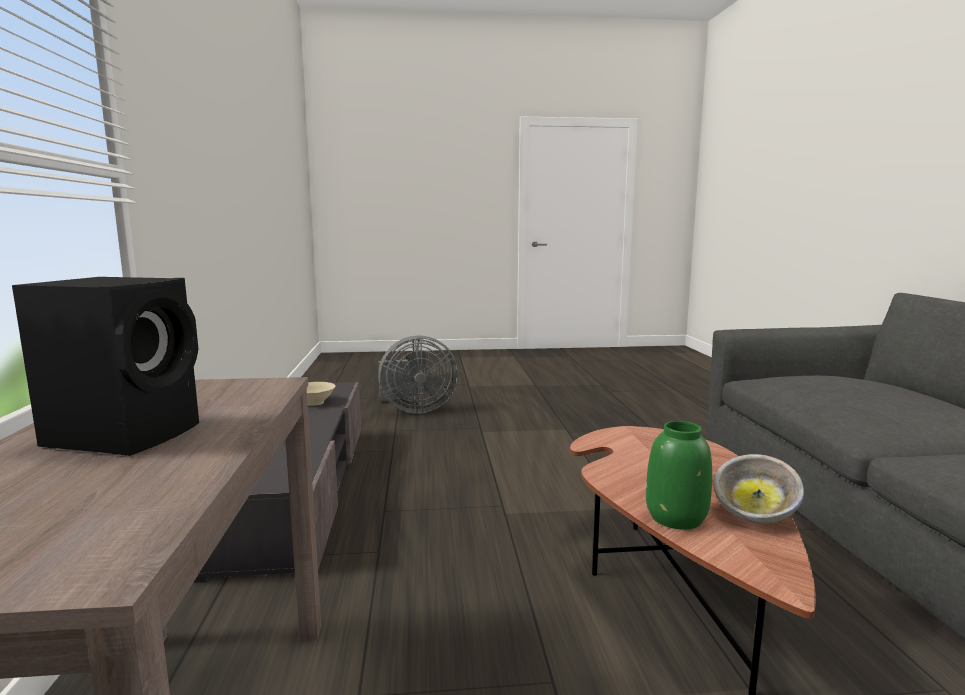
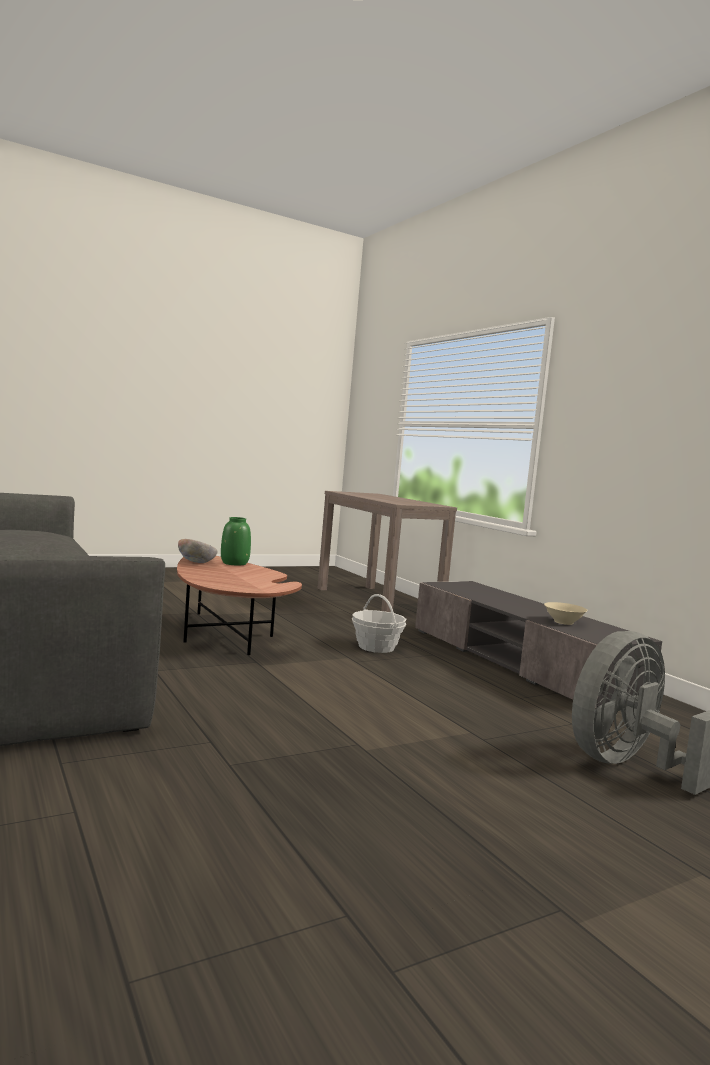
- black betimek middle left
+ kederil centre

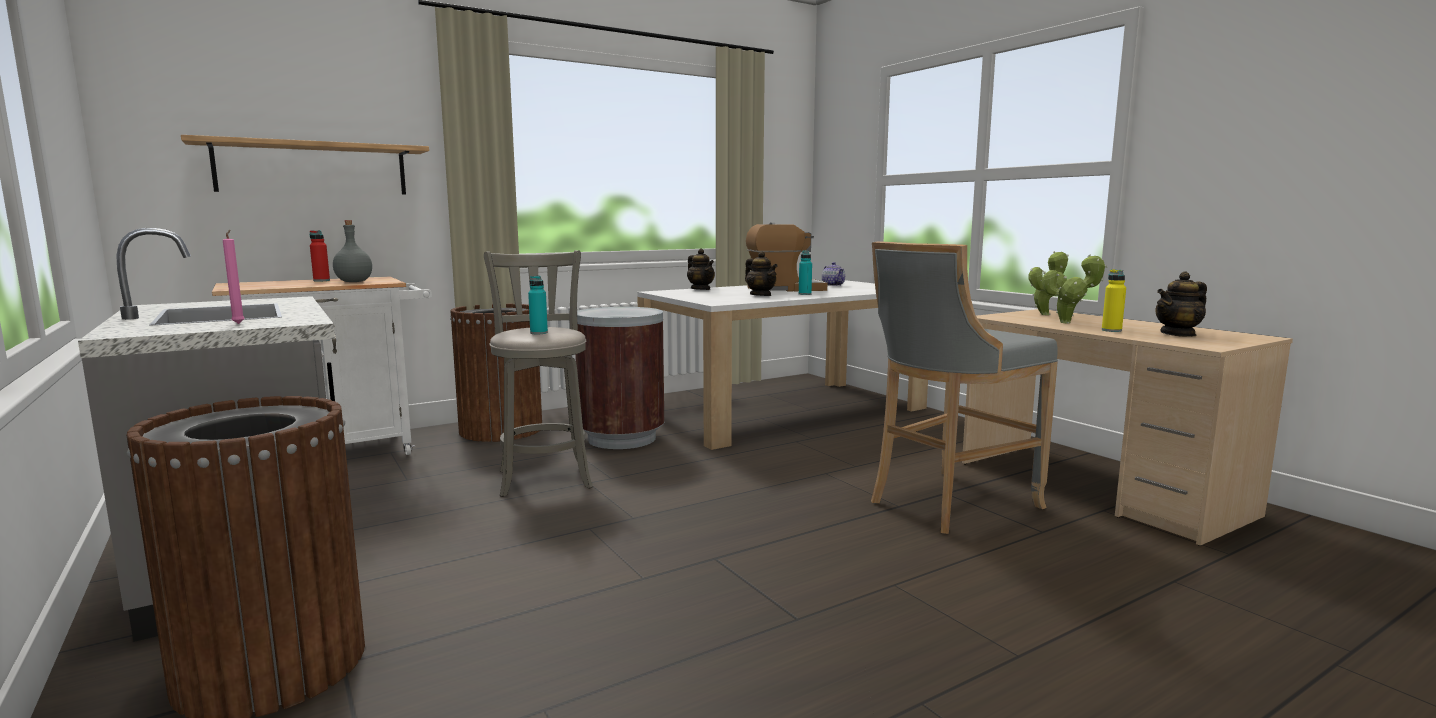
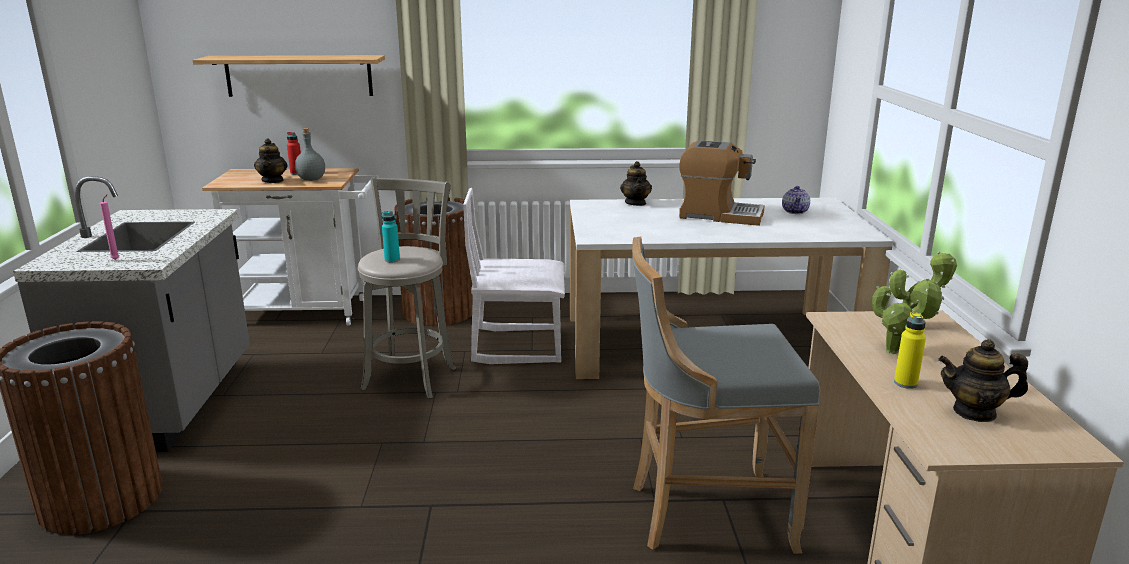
- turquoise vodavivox (2nd from left) centre
~ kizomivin (2nd from left in the first image) centre to kizomivin (1st from left) top left
~ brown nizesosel (3rd from left) centre to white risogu centre

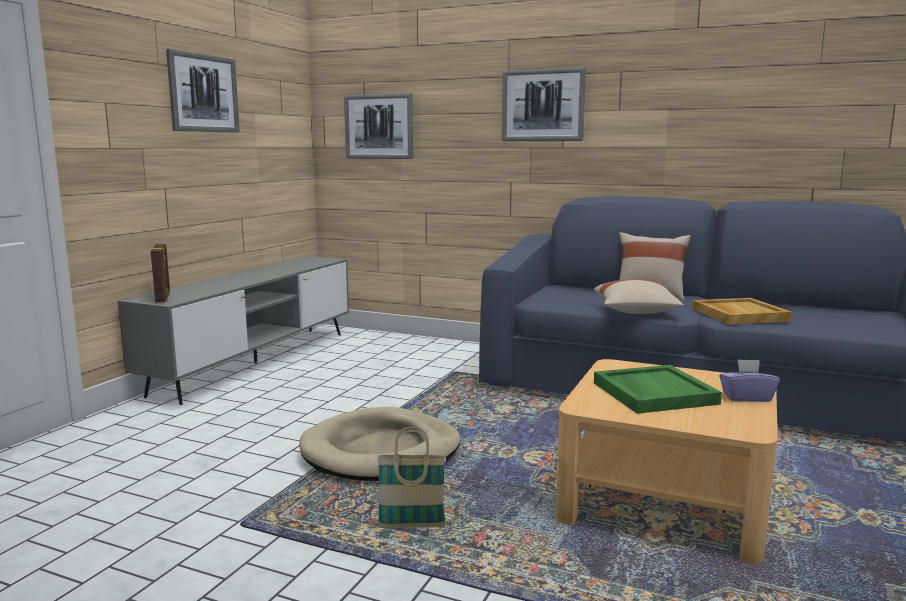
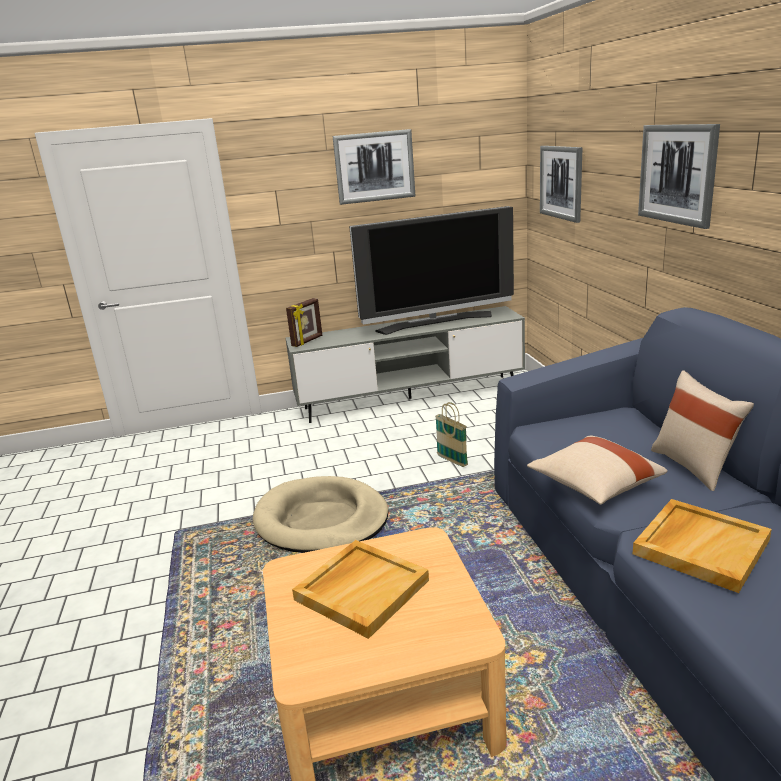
- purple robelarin middle right
+ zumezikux centre
~ kederil bottom centre to centre
~ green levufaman middle right to beige levufaman (1st from left) bottom centre

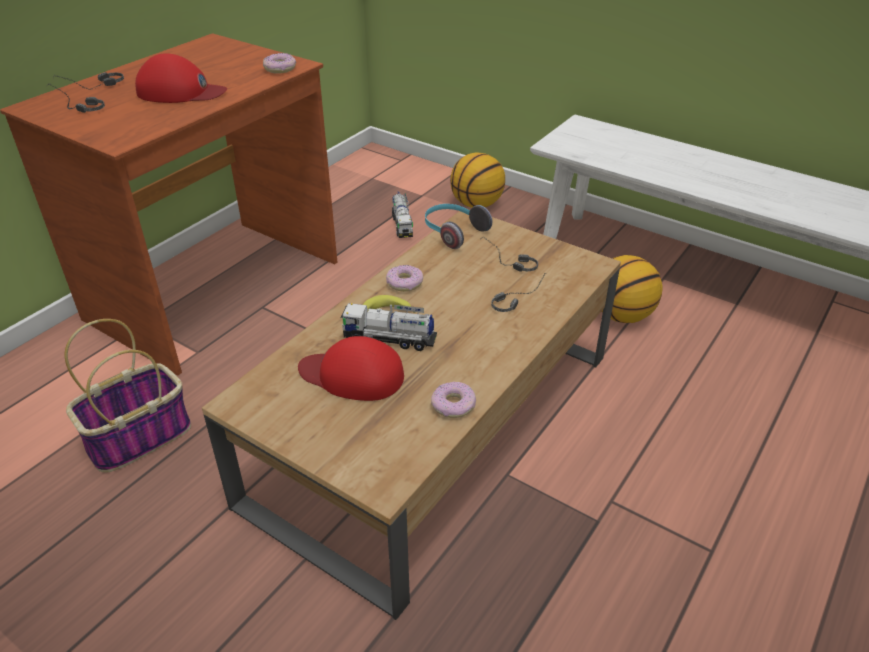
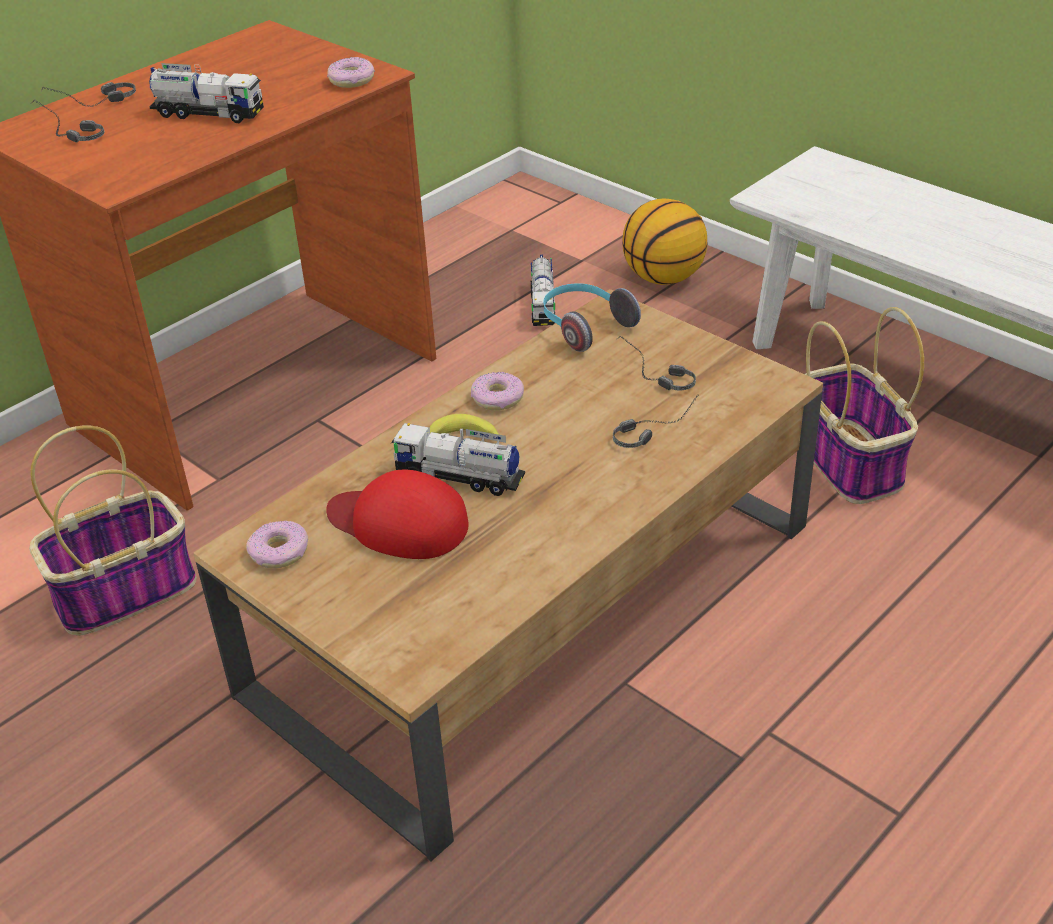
~ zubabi (3rd from left in the first image) centre to zubabi (1st from left) middle left
~ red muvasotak (1st from left) top left to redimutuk (1st from left) top left
~ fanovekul (2nd from left) middle right to kederil (2nd from left) middle right

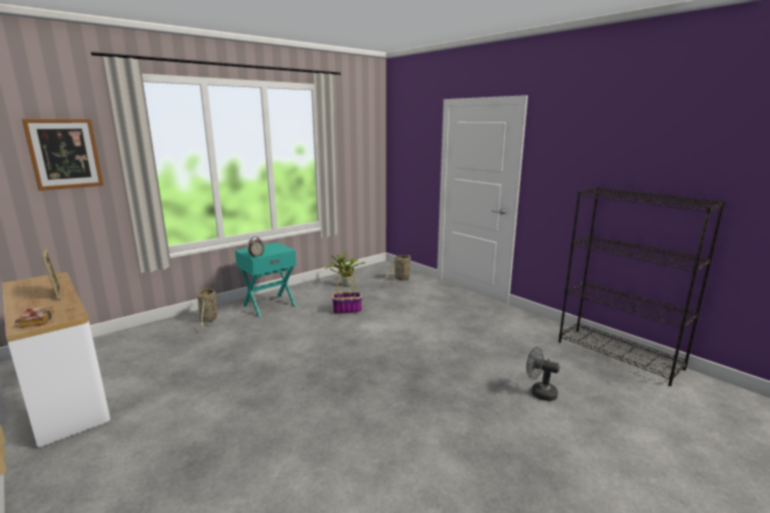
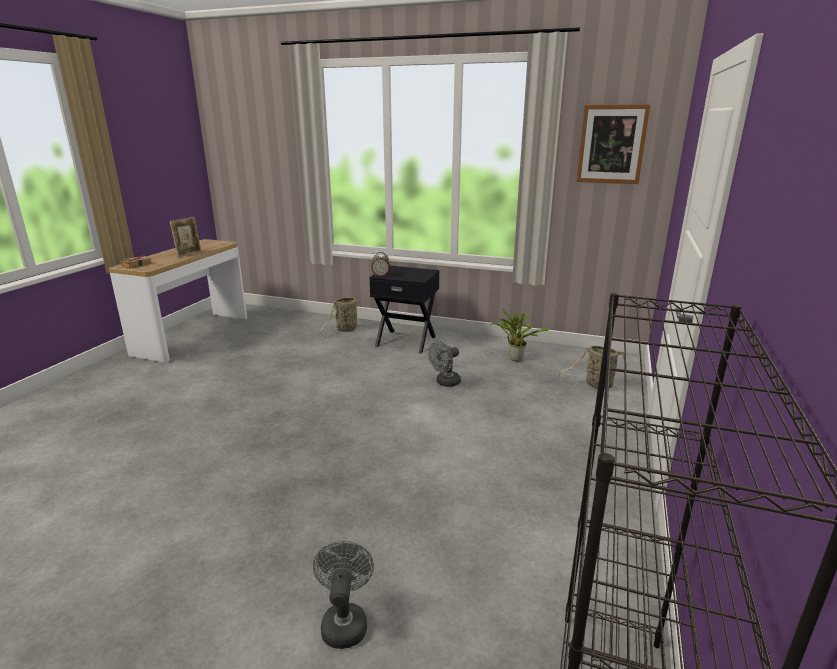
~ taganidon top left to top right
~ kederil (2nd from left) centre to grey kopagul (2nd from left) centre
~ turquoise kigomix centre to black kigomix centre

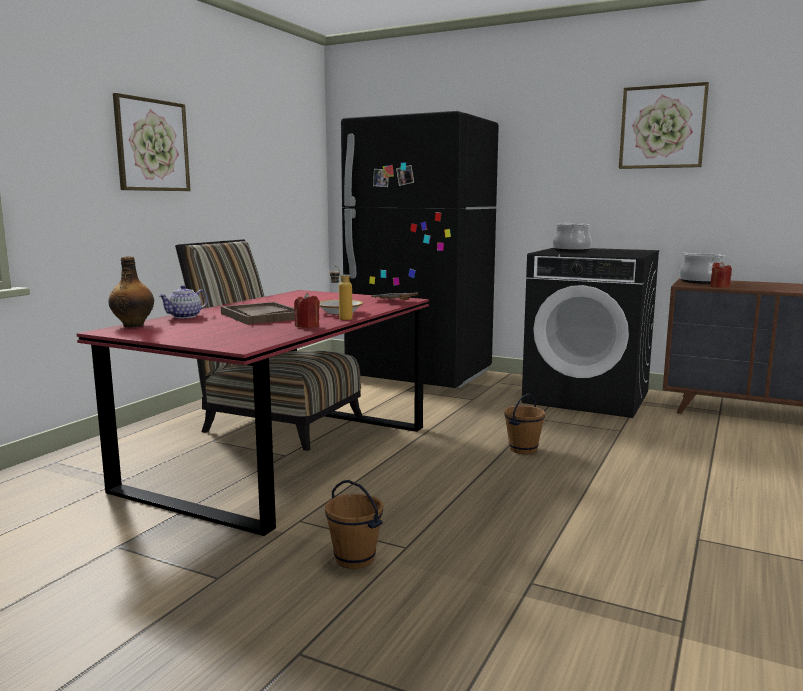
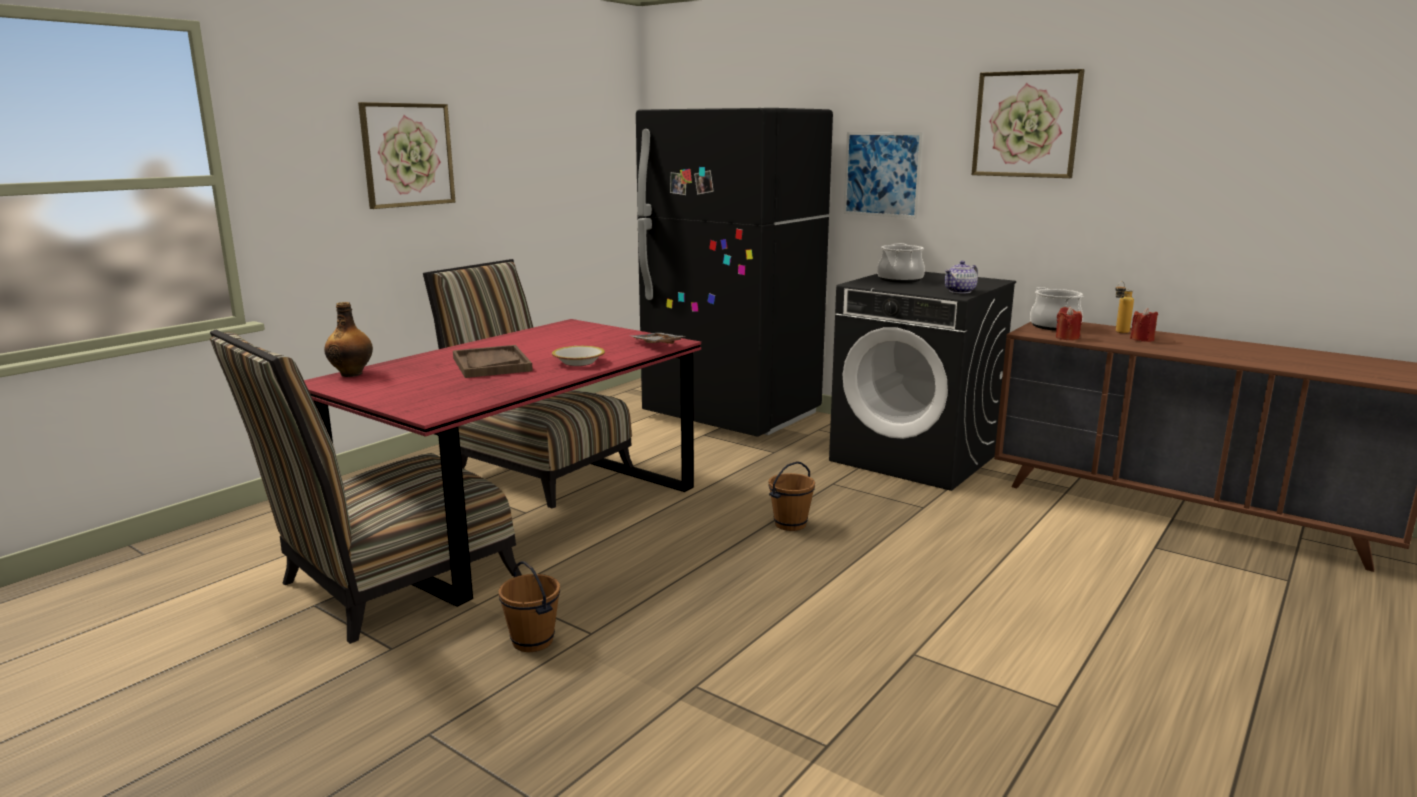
+ risogu (1st from left) middle left
+ taganidon (2nd from left) top centre
~ kizomivin middle left to middle right
~ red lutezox (1st from left in the first image) centre to red lutezox (2nd from left) middle right
~ vodavivox (2nd from left) centre to middle right

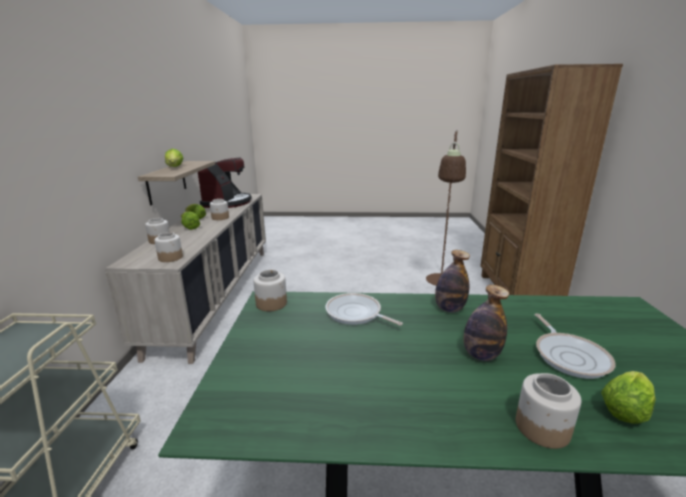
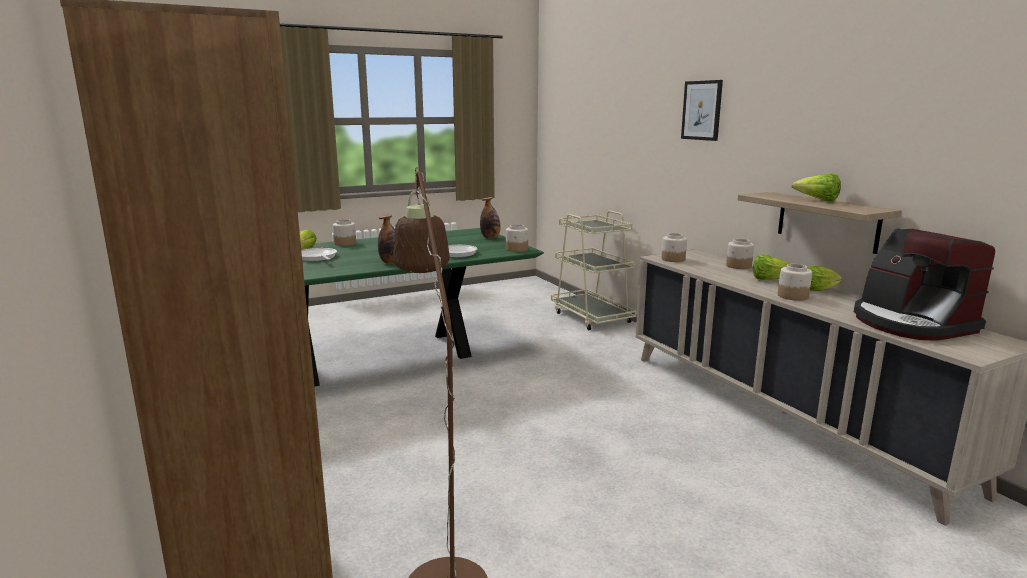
+ taganidon top right
~ vodavivox (2nd from left) middle right to centre

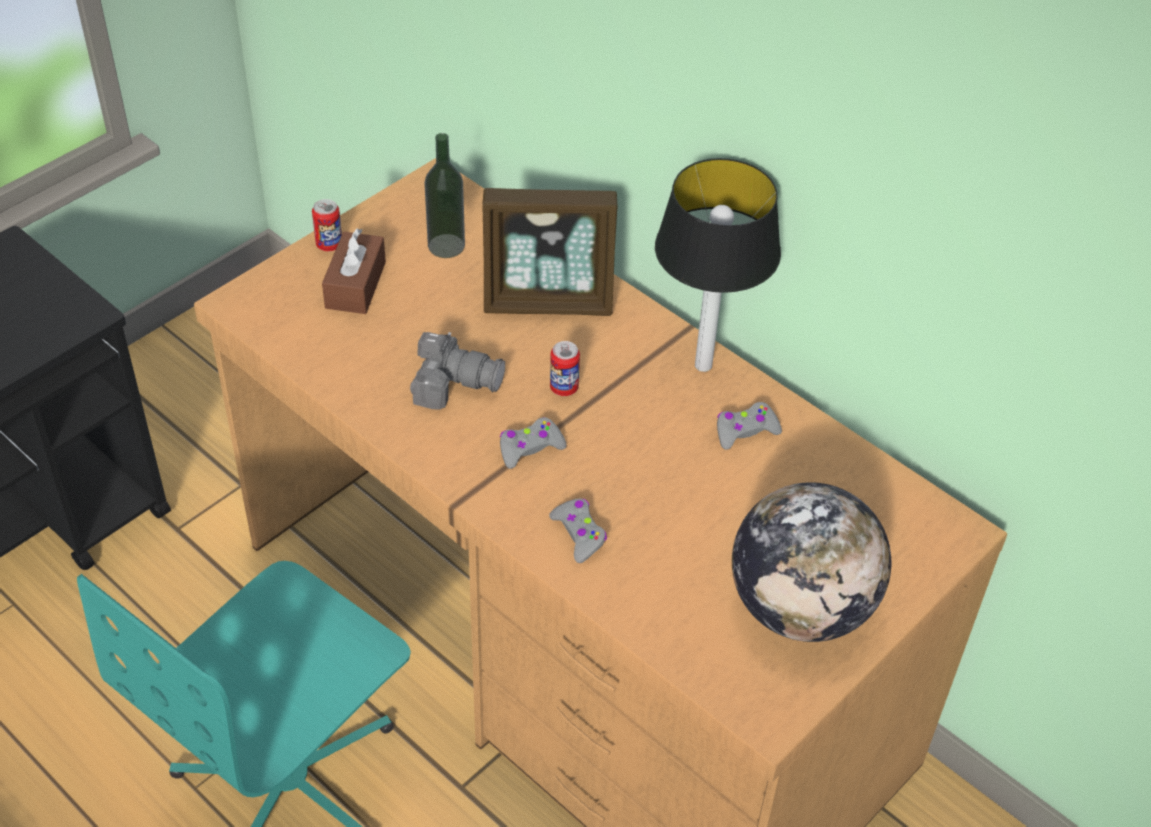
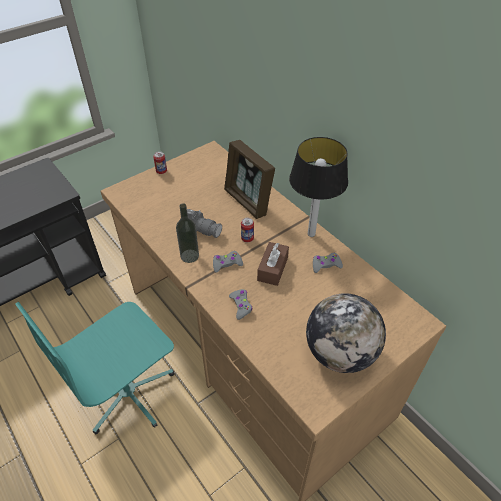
~ brown robelarin top left to centre
~ vodavivox top centre to centre
~ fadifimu top centre = centre 45 degrees clockwise

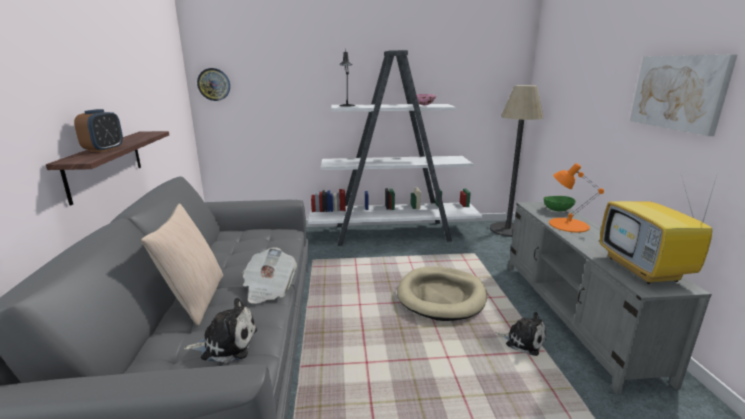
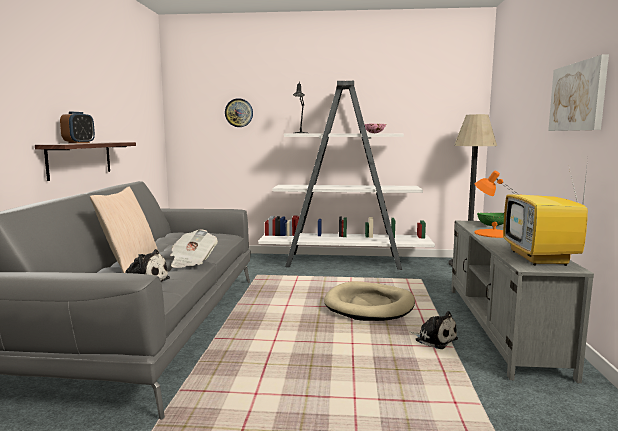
~ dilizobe top left to top centre

